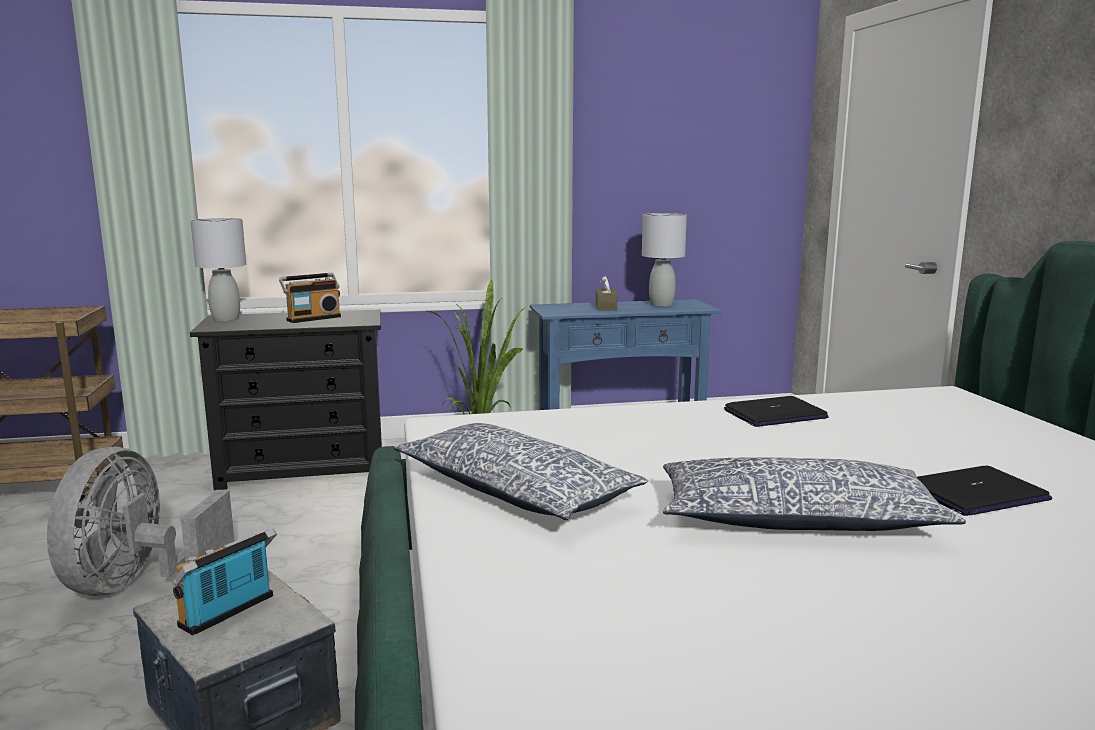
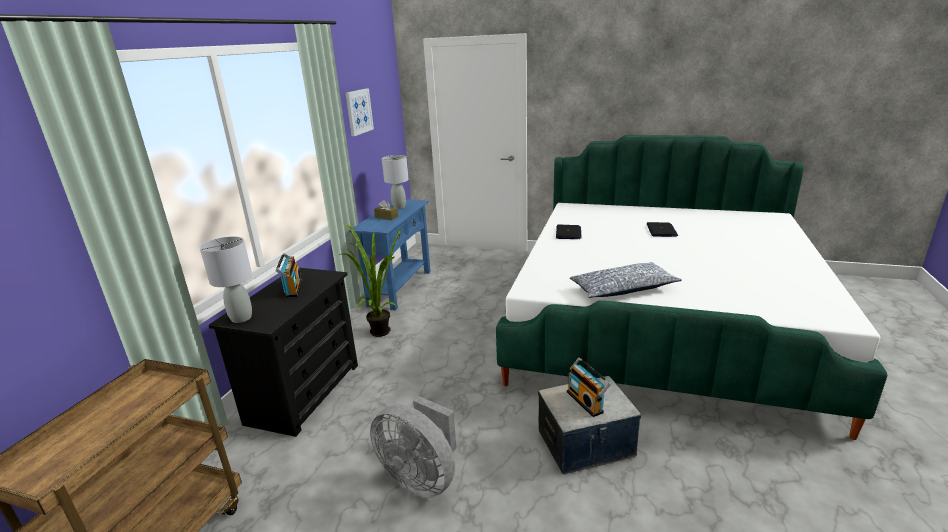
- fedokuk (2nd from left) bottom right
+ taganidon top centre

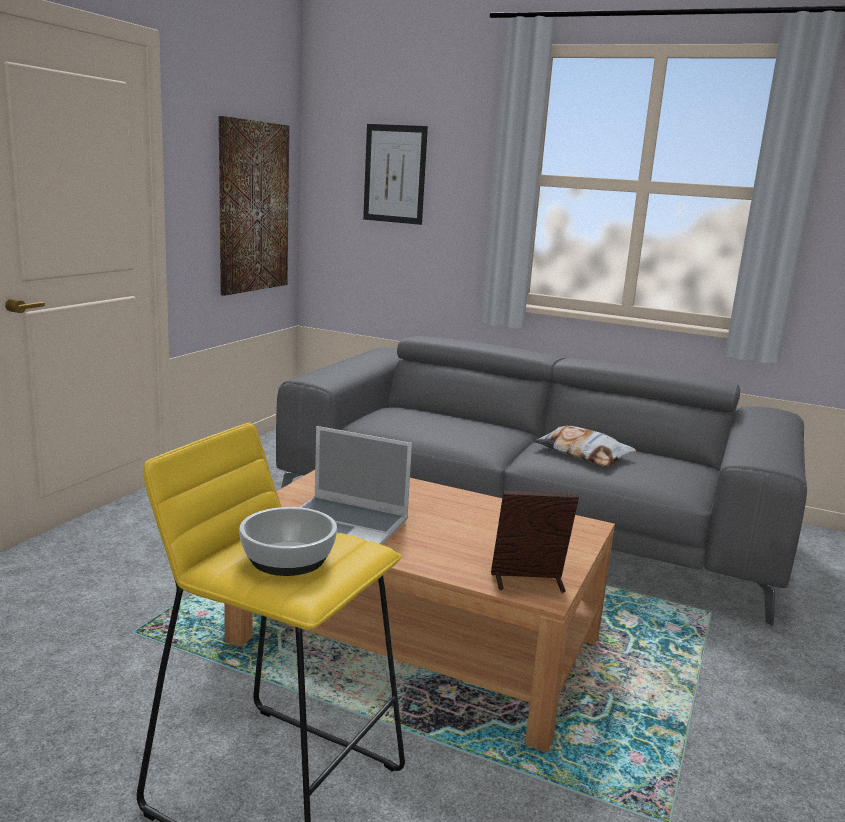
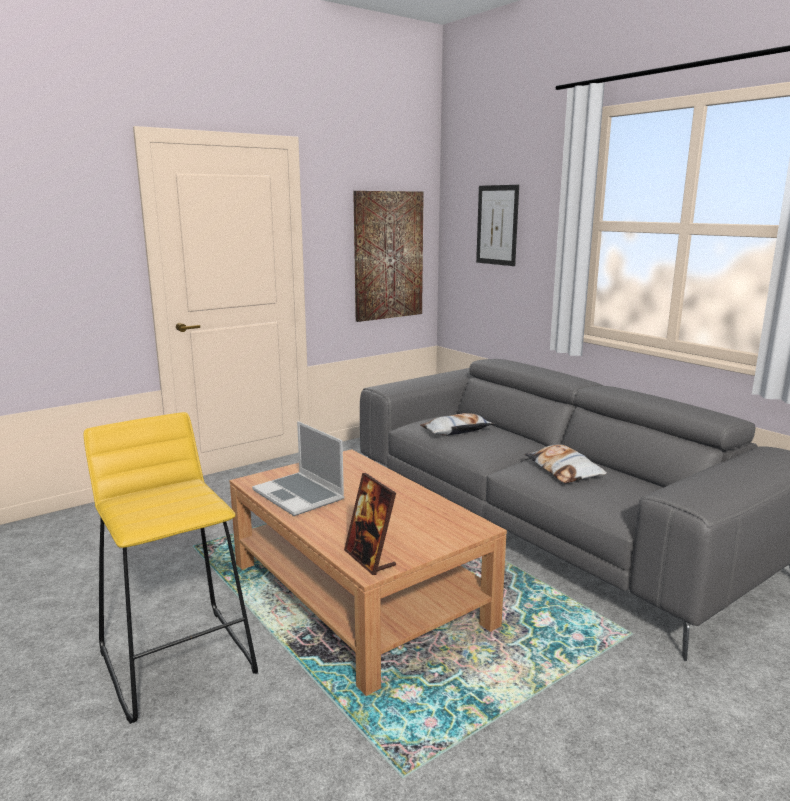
- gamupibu centre
+ fedokuk (1st from left) centre
~ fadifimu centre = centre 150 degrees counterclockwise

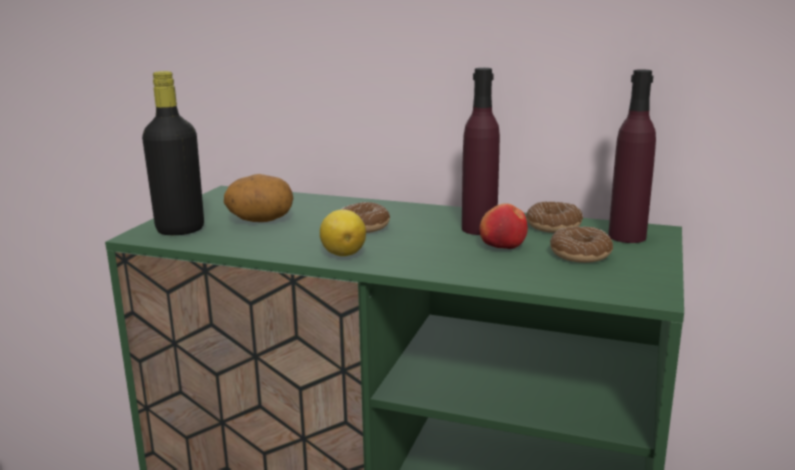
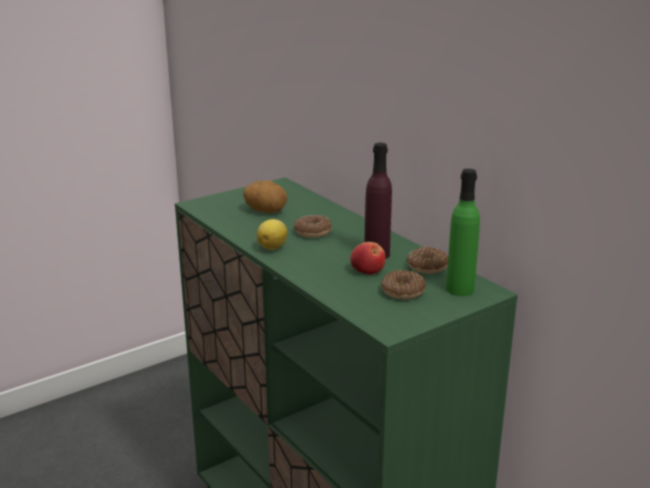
- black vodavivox top left
~ purple vodavivox (2nd from left) top right to green vodavivox middle right

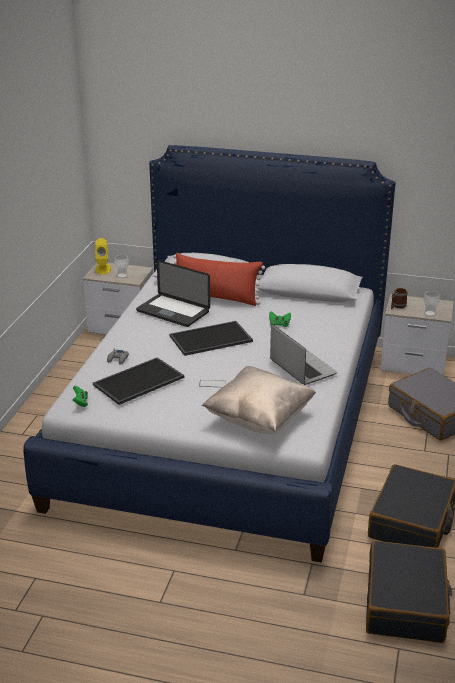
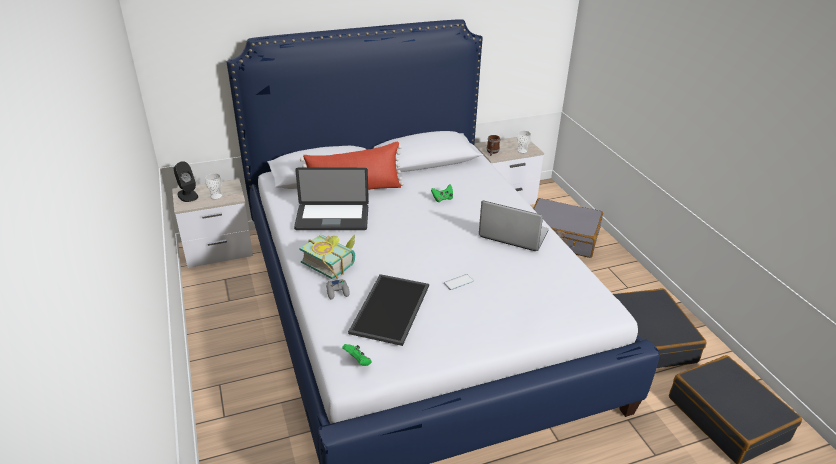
- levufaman (2nd from left) centre
- beige fedokuk centre
+ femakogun centre
~ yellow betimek middle left to black betimek middle left

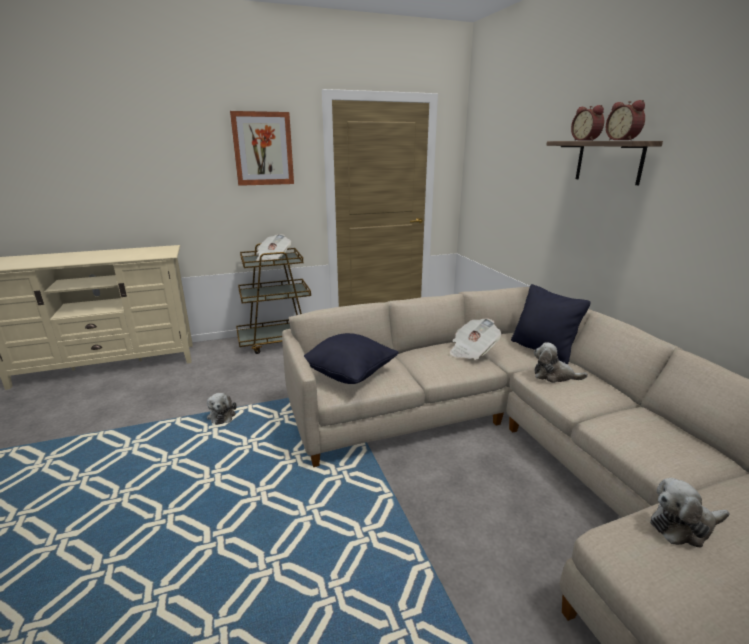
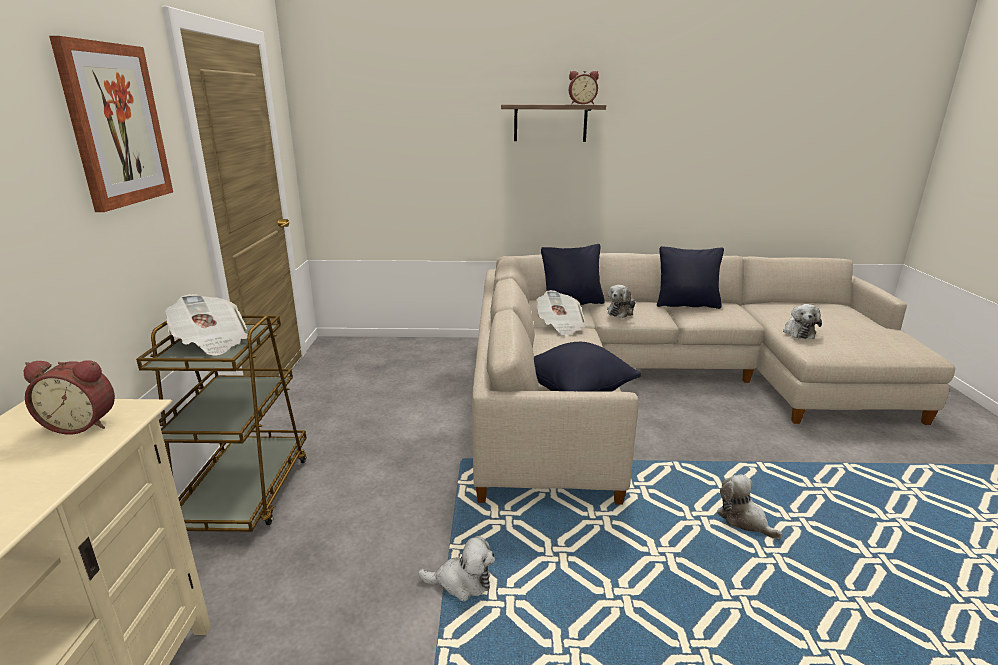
+ black fedokuk (3rd from left) middle right
+ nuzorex (3rd from left) bottom right
~ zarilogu (1st from left) top right to middle left

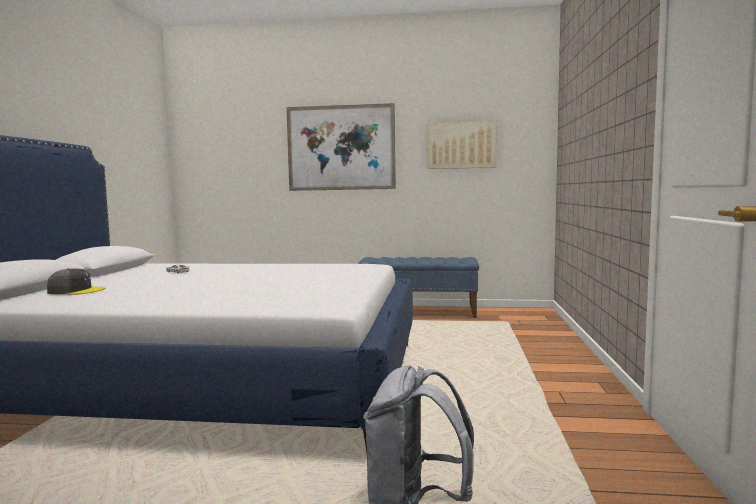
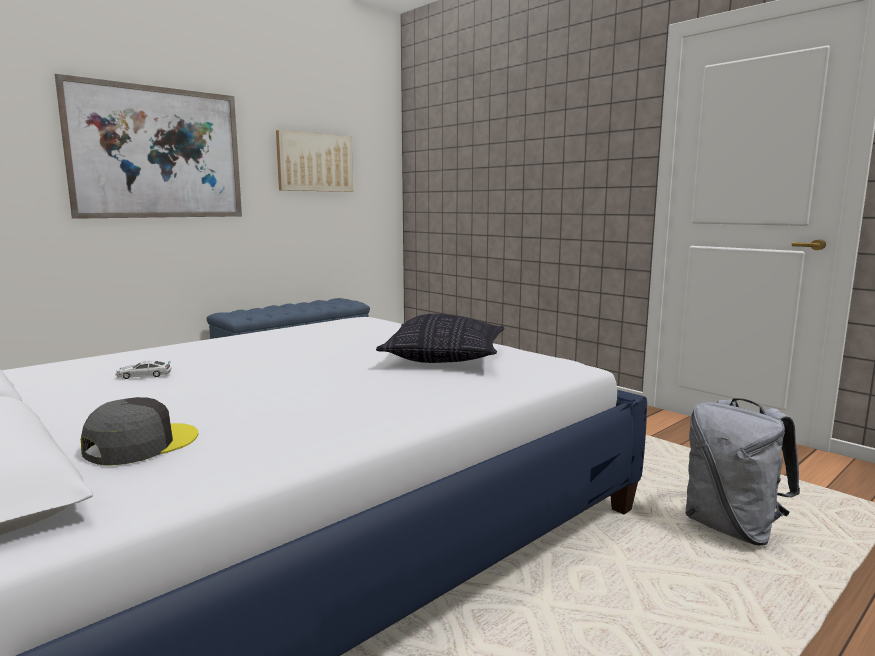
+ fedokuk centre

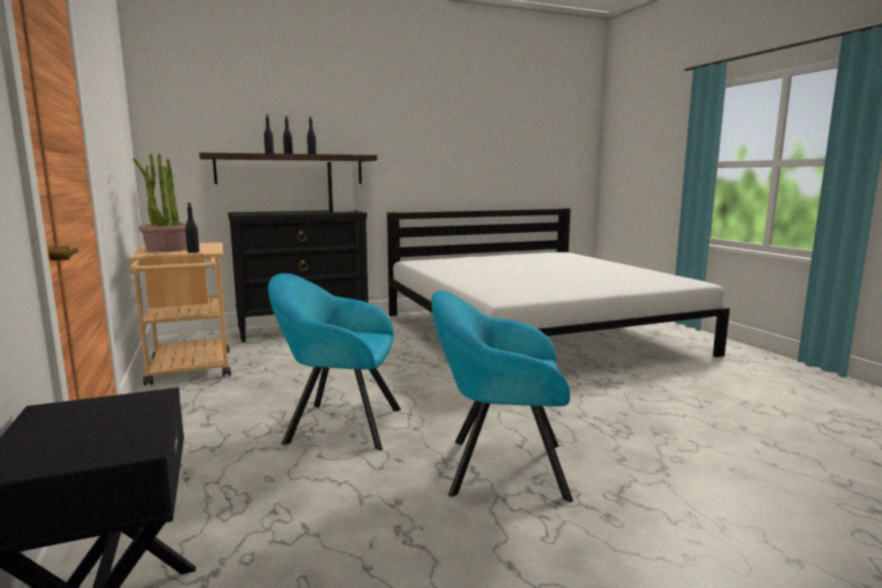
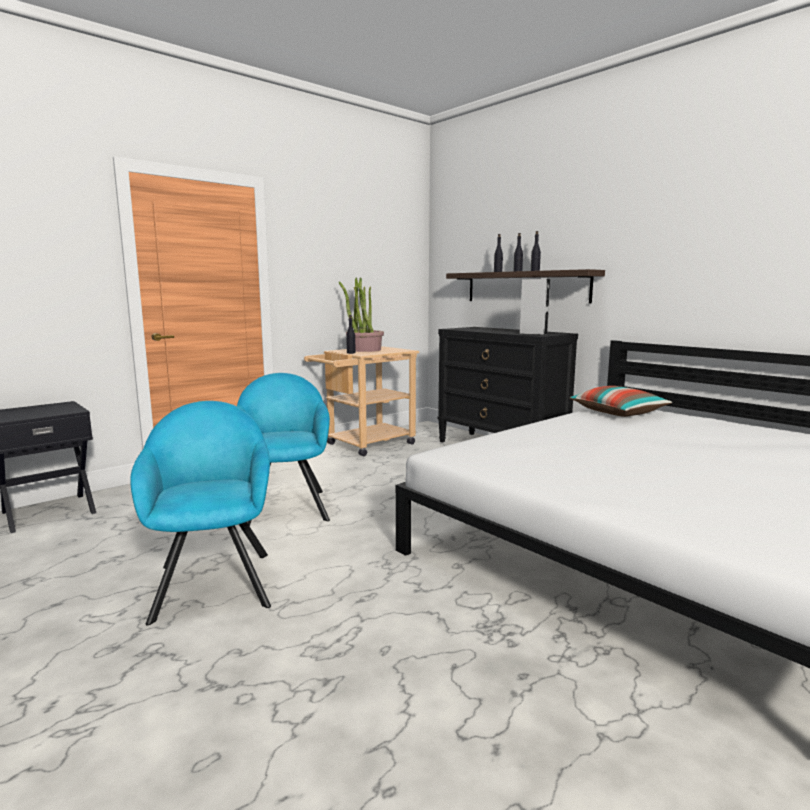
+ fedokuk middle right

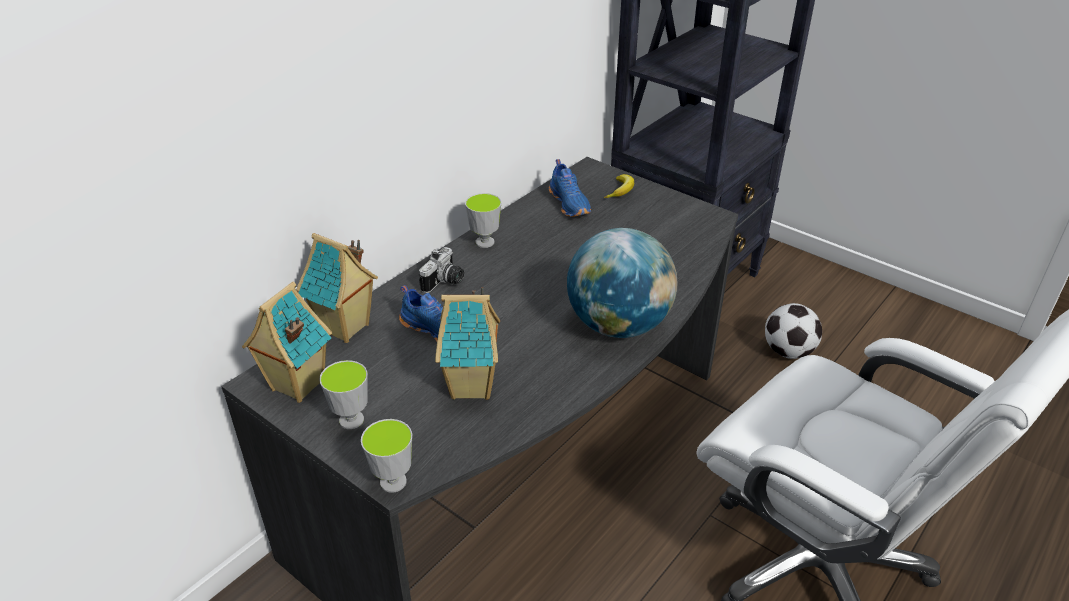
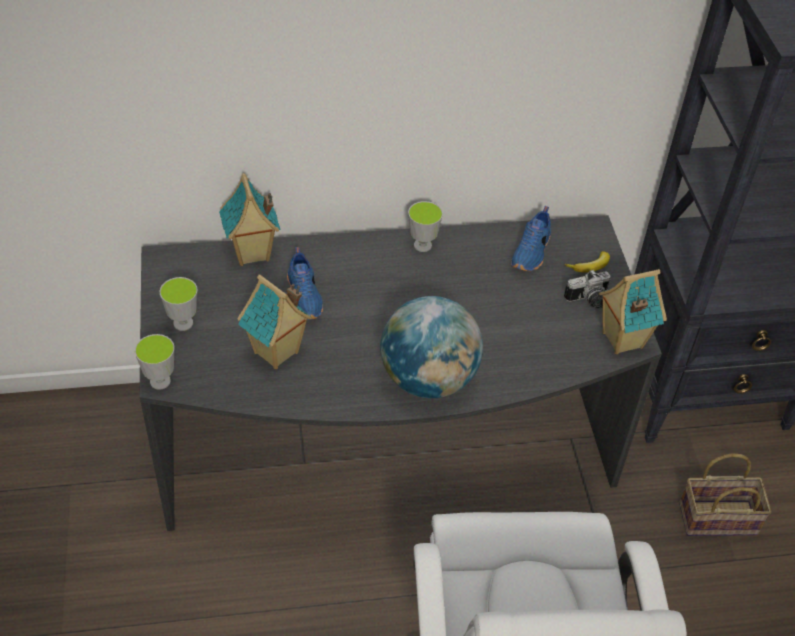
~ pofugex (1st from left in the first image) middle left to pofugex (3rd from left) middle right
~ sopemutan centre to middle right
~ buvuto middle right to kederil bottom right

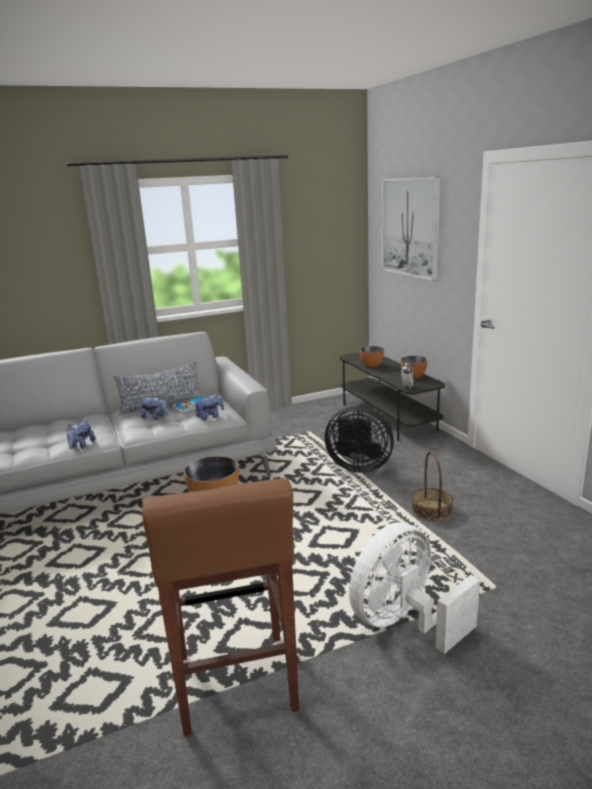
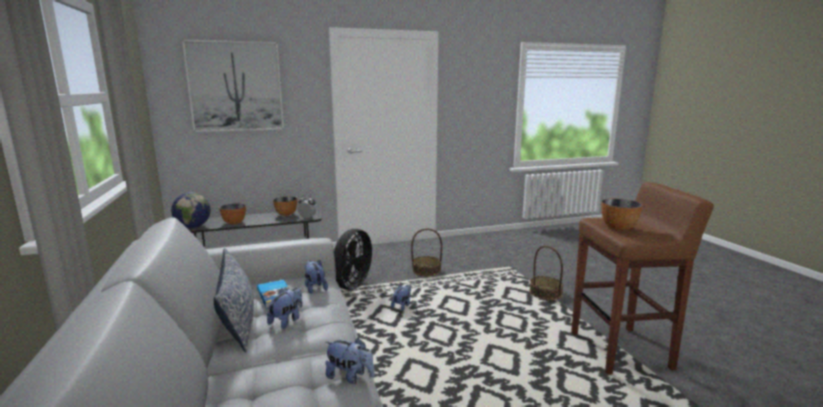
+ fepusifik middle left
+ nuzorex (4th from left) bottom centre
~ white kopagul bottom right to kederil (2nd from left) bottom centre

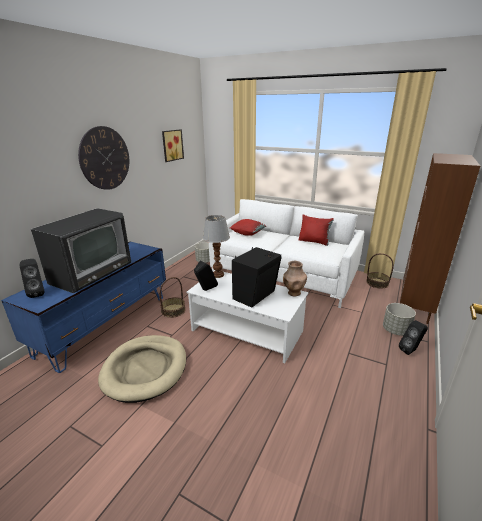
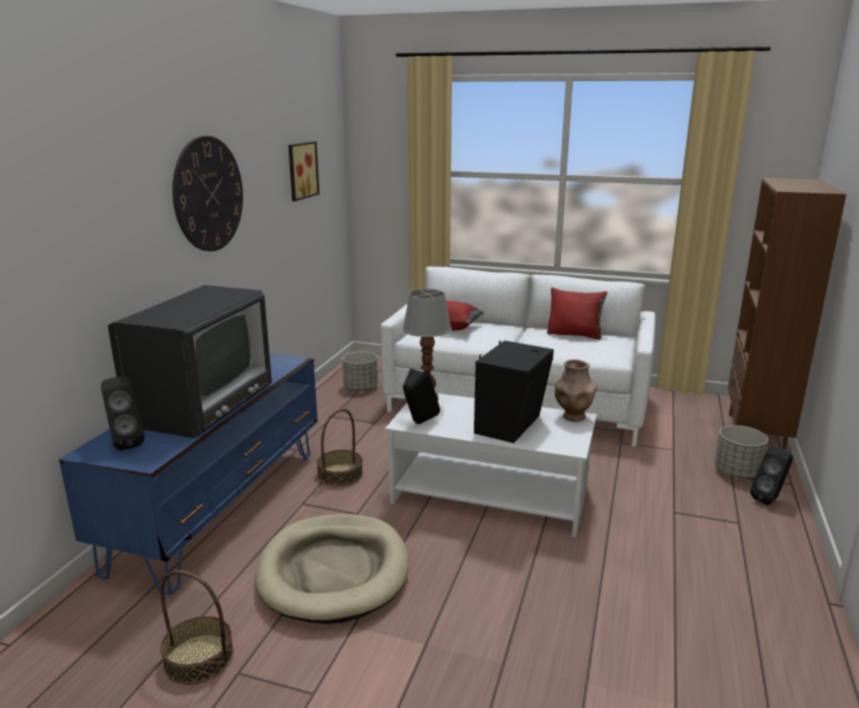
~ kederil (2nd from left in the first image) middle right to kederil (1st from left) bottom left

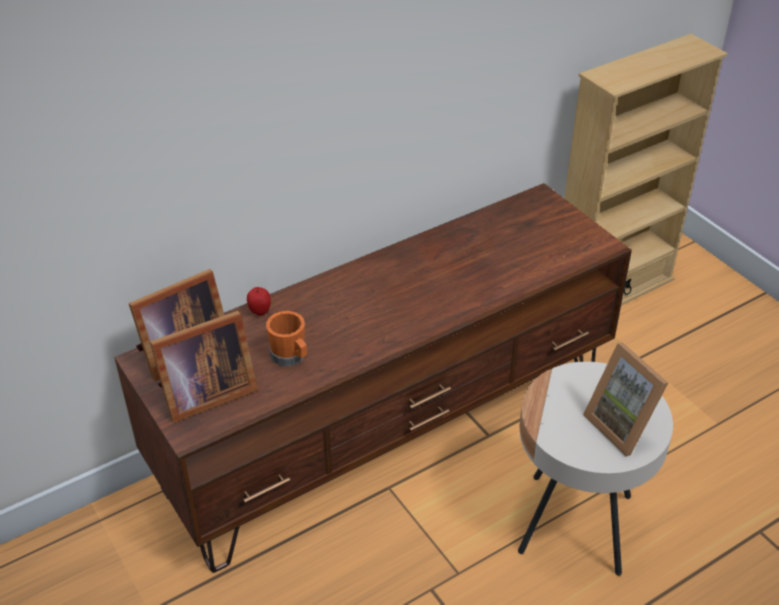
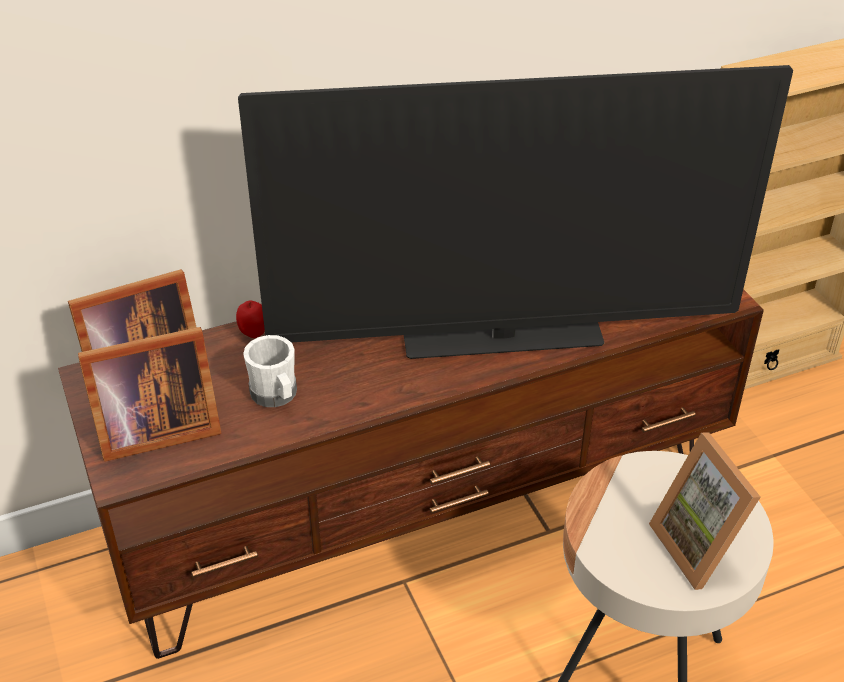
+ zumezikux top centre
~ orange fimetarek centre to white fimetarek middle left

